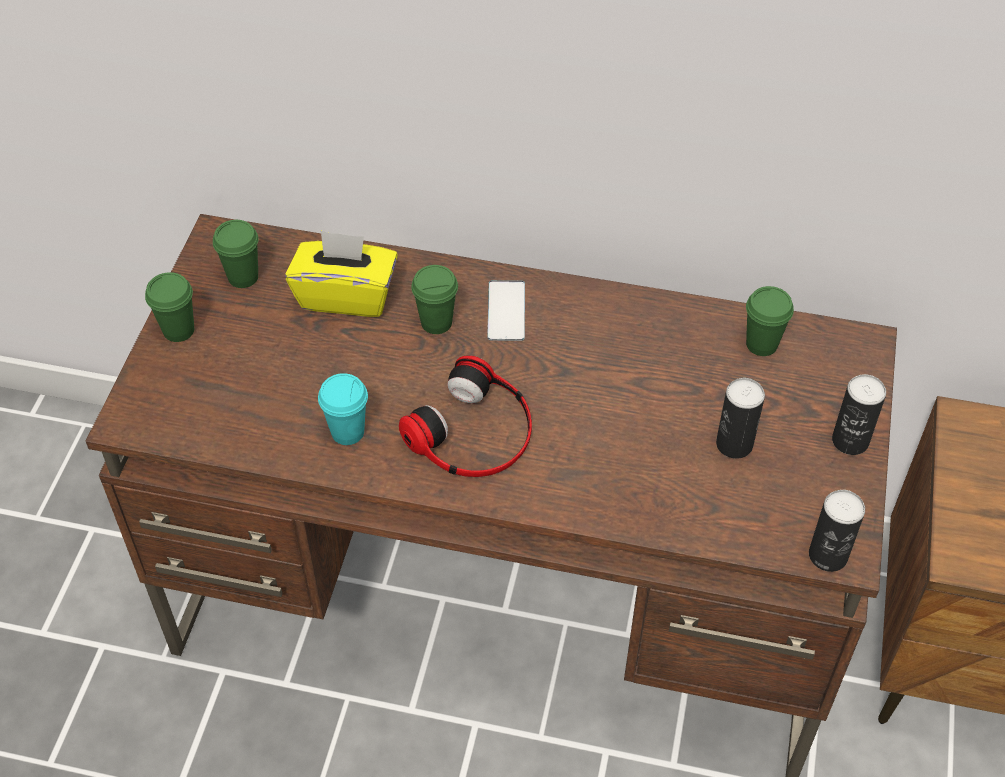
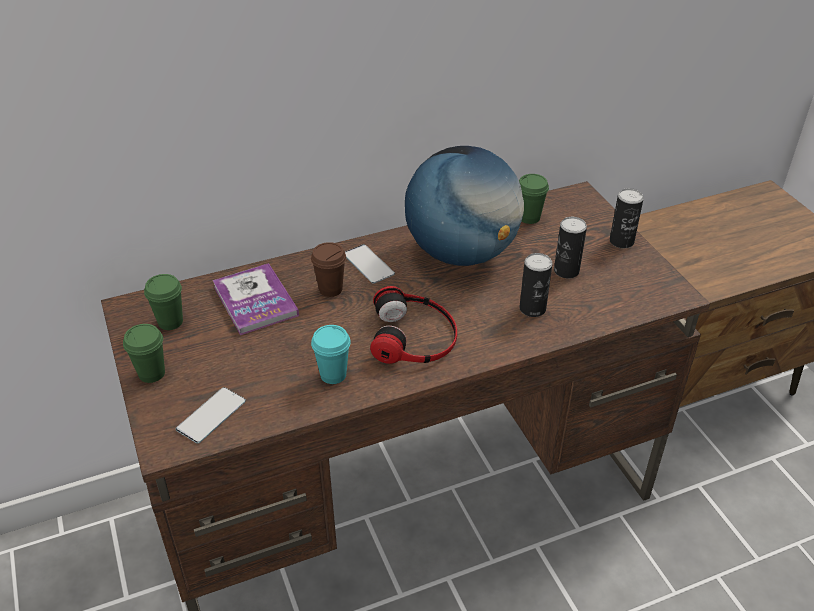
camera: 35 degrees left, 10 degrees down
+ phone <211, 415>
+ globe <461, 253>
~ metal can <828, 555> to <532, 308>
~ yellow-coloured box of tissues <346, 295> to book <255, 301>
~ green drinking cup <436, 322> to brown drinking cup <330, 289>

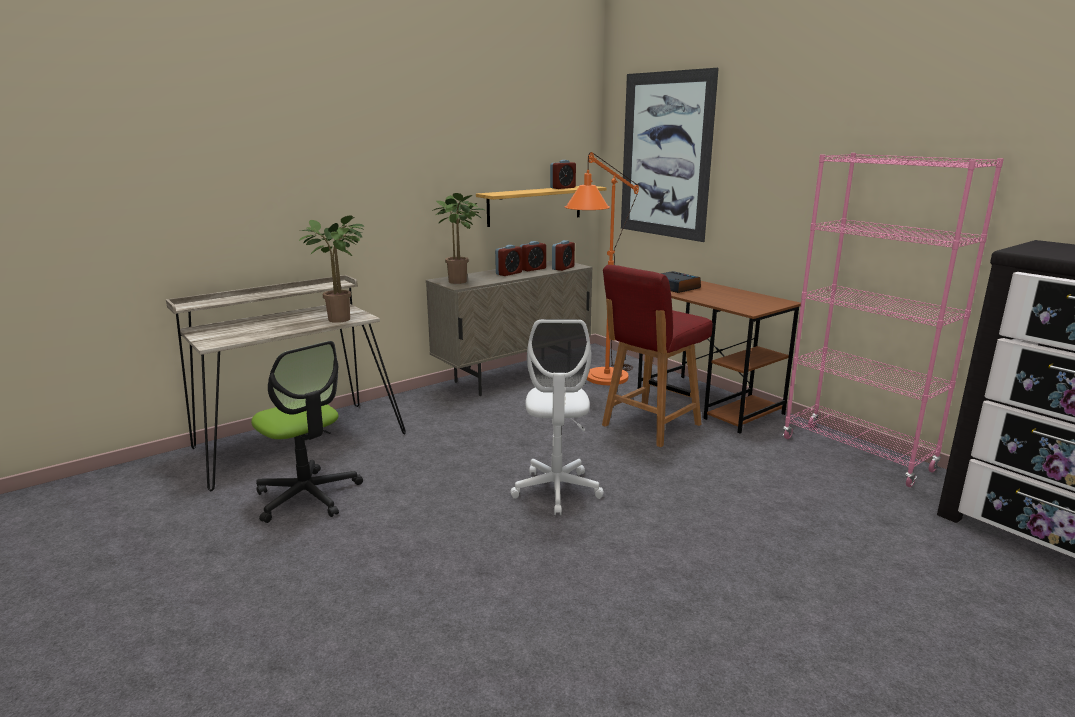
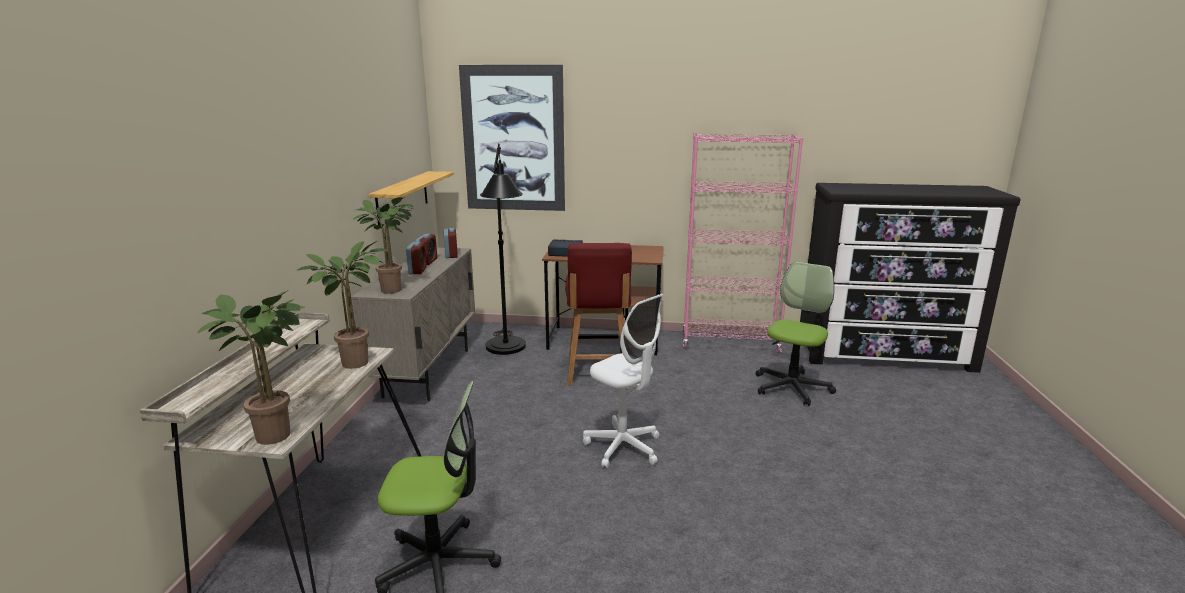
camera: 45 degrees left, 0 degrees up
- alarm clock <562, 188>
+ houseplant <280, 434>
+ desk chair <791, 387>
~ orange-coloured floor lamp <600, 381> to black floor lamp <506, 351>

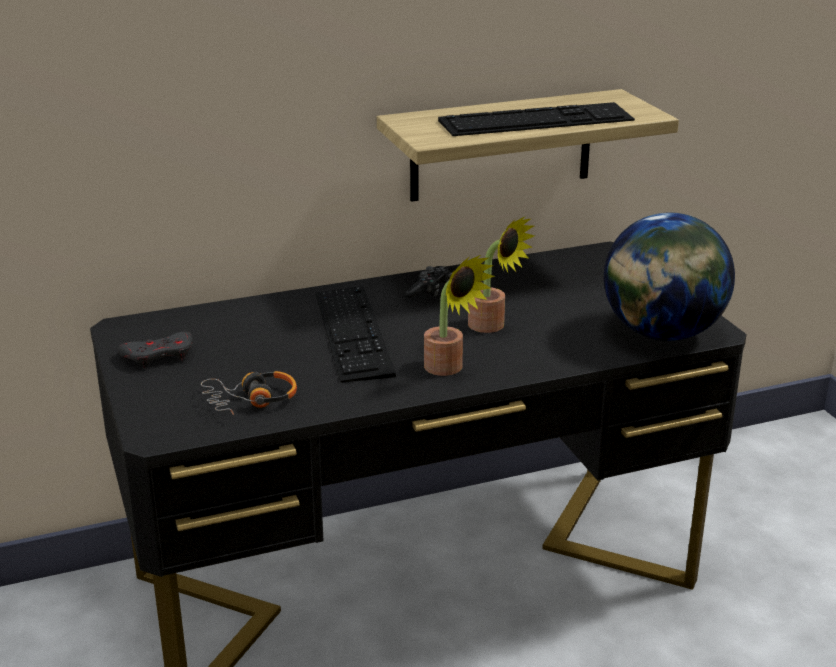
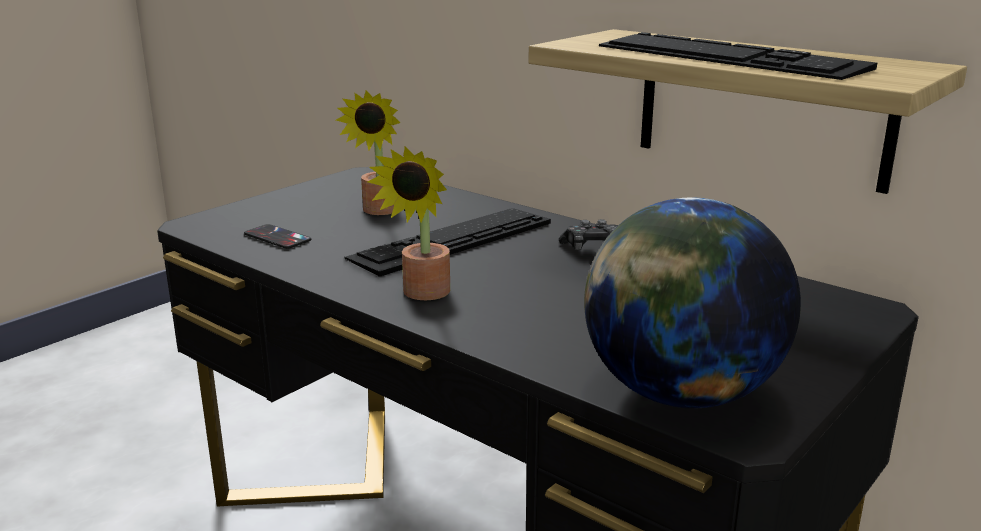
camera: 60 degrees right, 5 degrees down
- grey gamepad <159, 356>
~ houseplant <492, 326> to <379, 211>
~ headphones <251, 401> to phone <277, 237>

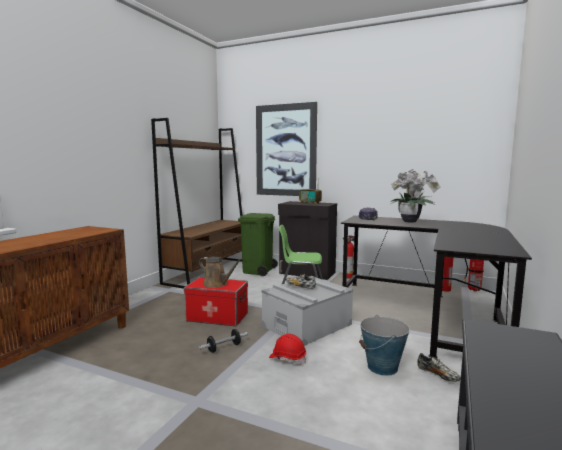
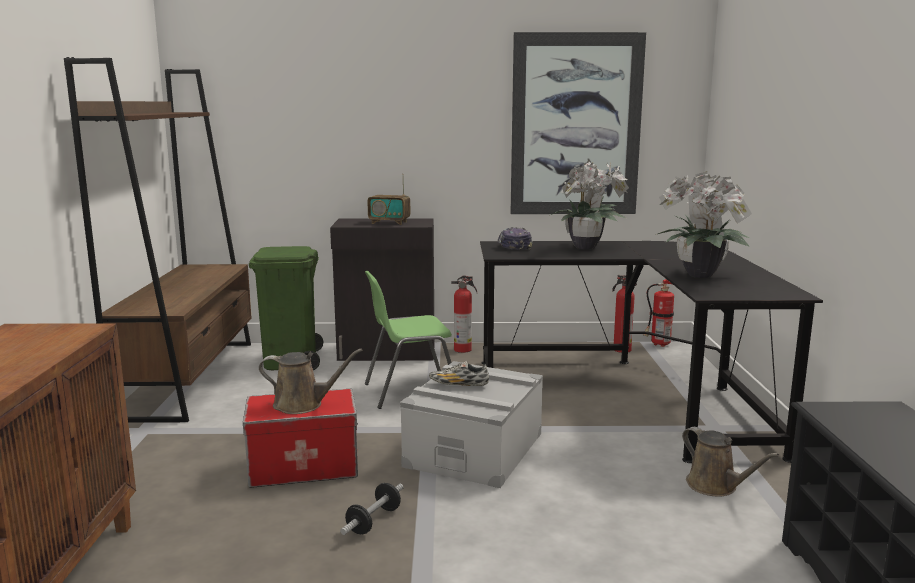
camera: 25 degrees left, 5 degrees up
- reddish hard hat <287, 358>
- water bucket <382, 367>
+ houseplant <702, 276>
~ wall picture <285, 150> to <576, 125>
~ shoe <437, 375> to brown sprinkling can <715, 486>

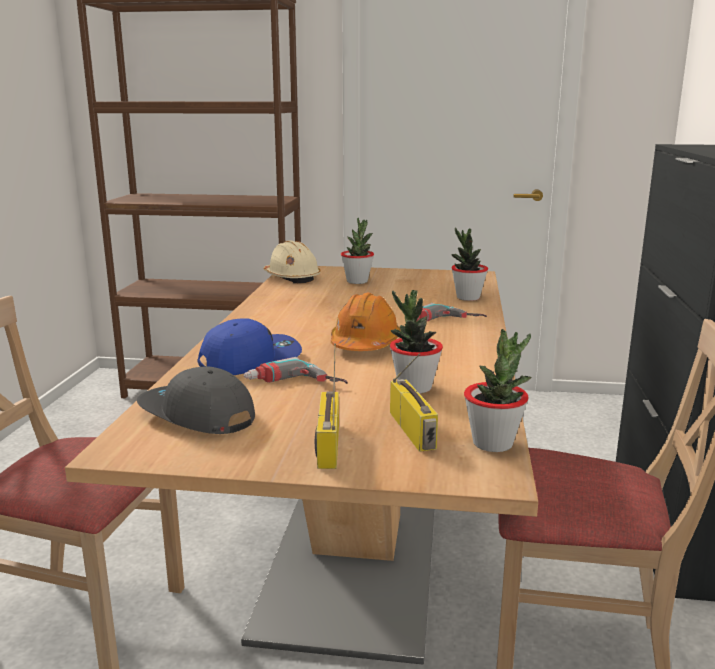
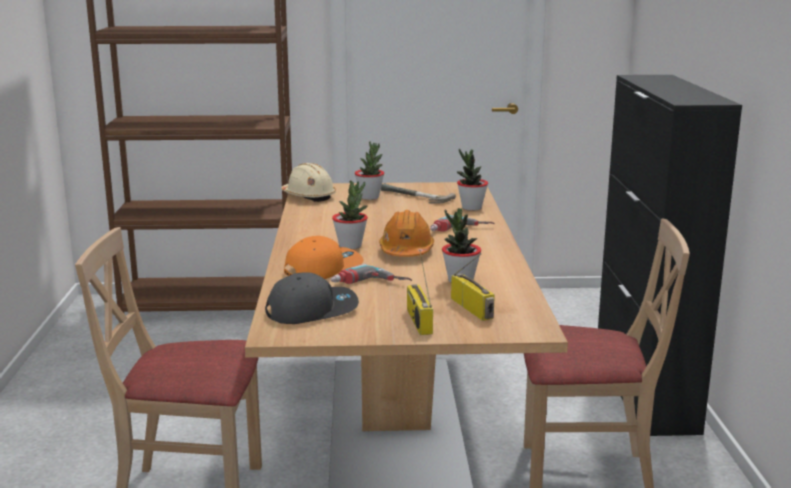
camera: 10 degrees left, 0 degrees up
+ hand hammer <412, 197>
~ houseplant <493, 443> to <350, 246>
~ bluish baseball cap <250, 359> to orange-coloured baseball cap <323, 268>
~ grey baseball cap <196, 416> = <312, 310> 135 degrees clockwise

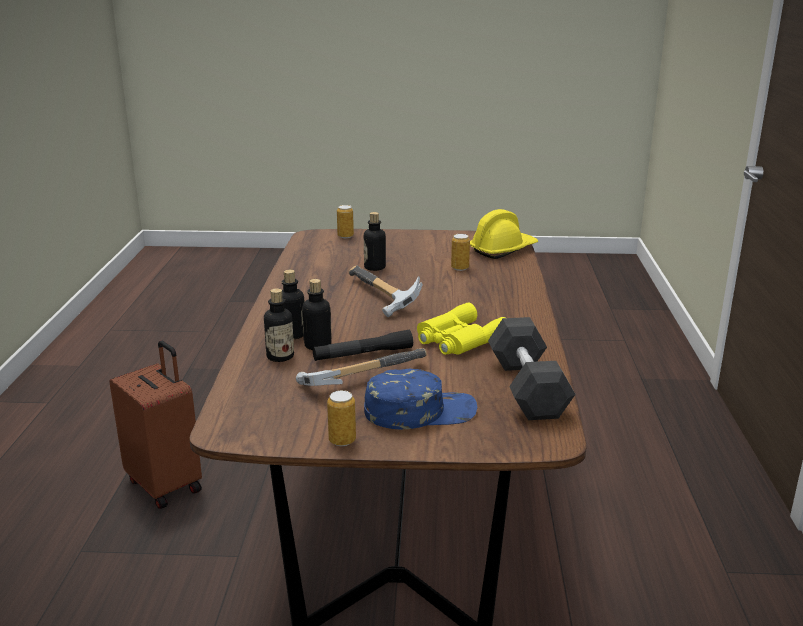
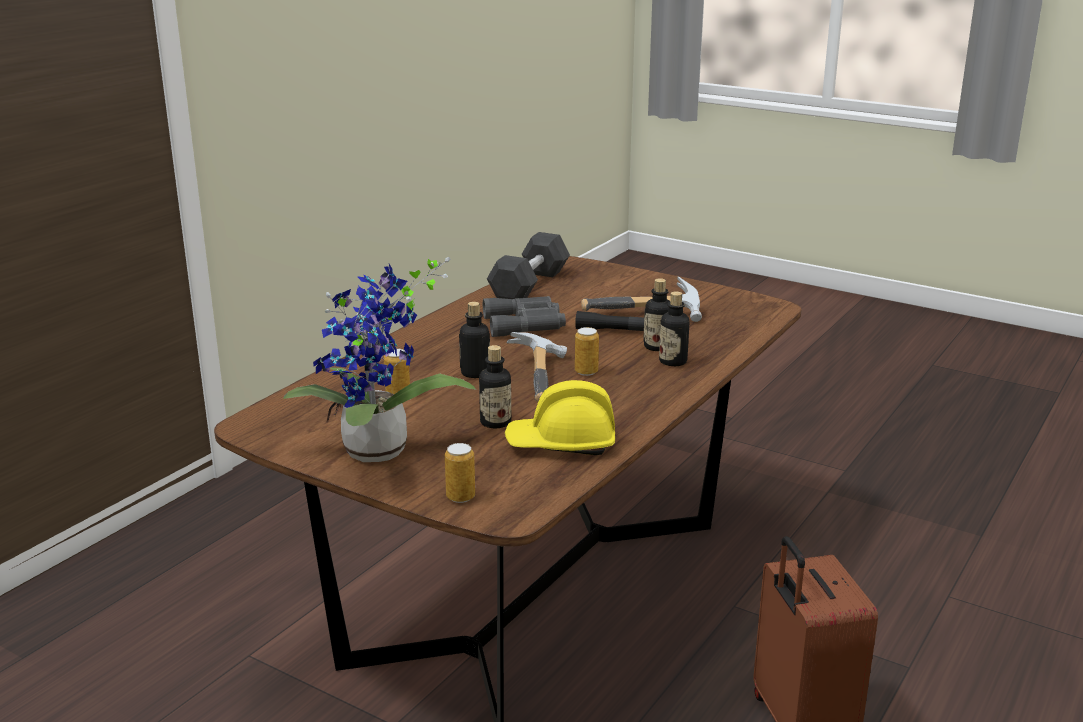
camera: 150 degrees left, 0 degrees up
- bluish baseball cap <420, 410>
+ houseplant <378, 454>
~ beverage bottle <280, 356> to <475, 373>
~ metal can <342, 440> to <586, 372>
~ yellow-coloured hard hat <503, 250> to <561, 444>
~ yellow-coloured pair of binoculars <458, 339> to grey pair of binoculars <526, 324>

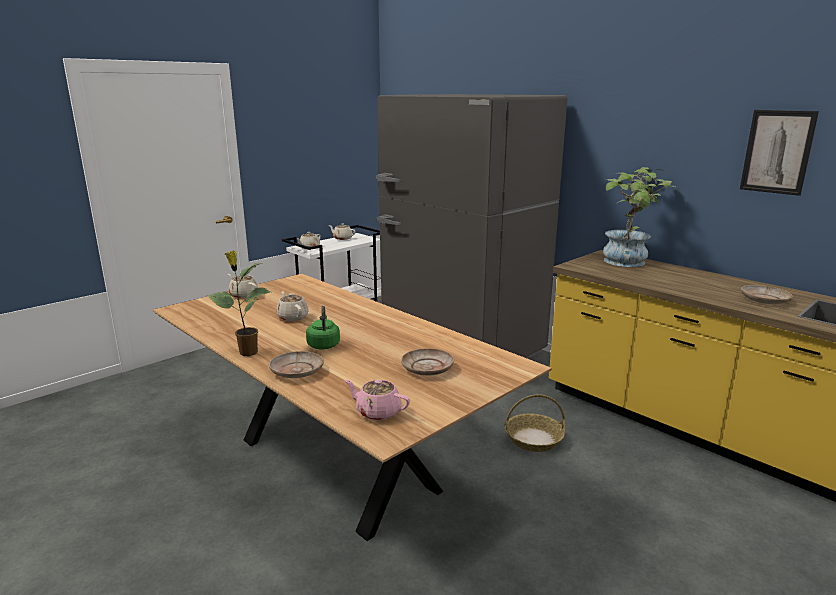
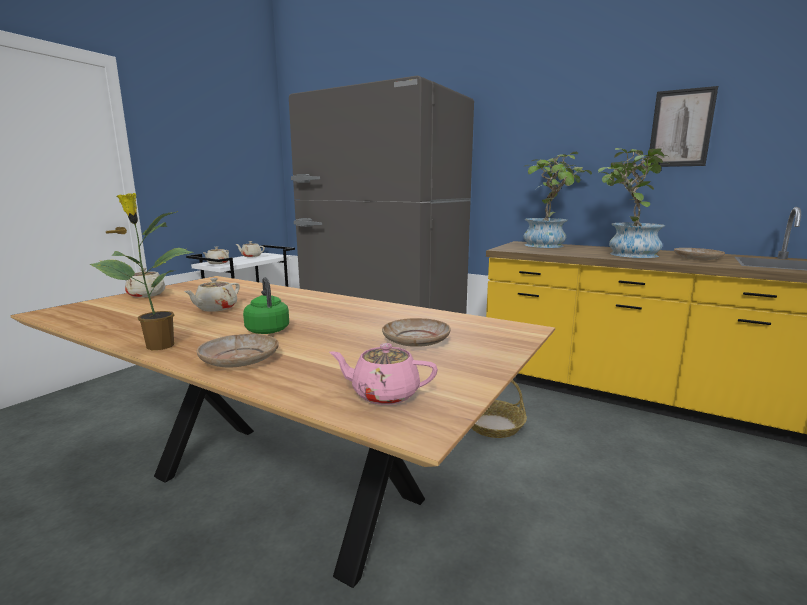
camera: 15 degrees left, 5 degrees down
+ houseplant <625, 254>
~ beige teapot <292, 317> = <216, 308> 105 degrees counterclockwise

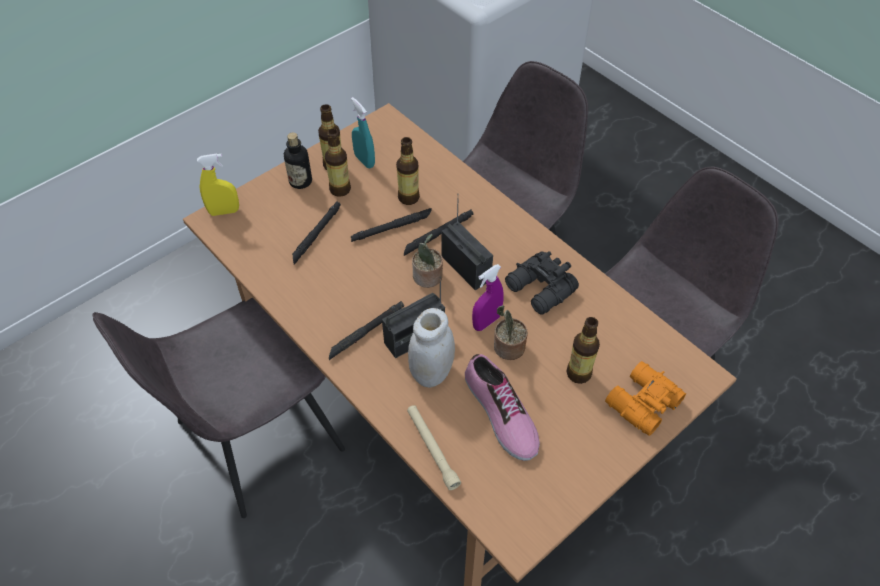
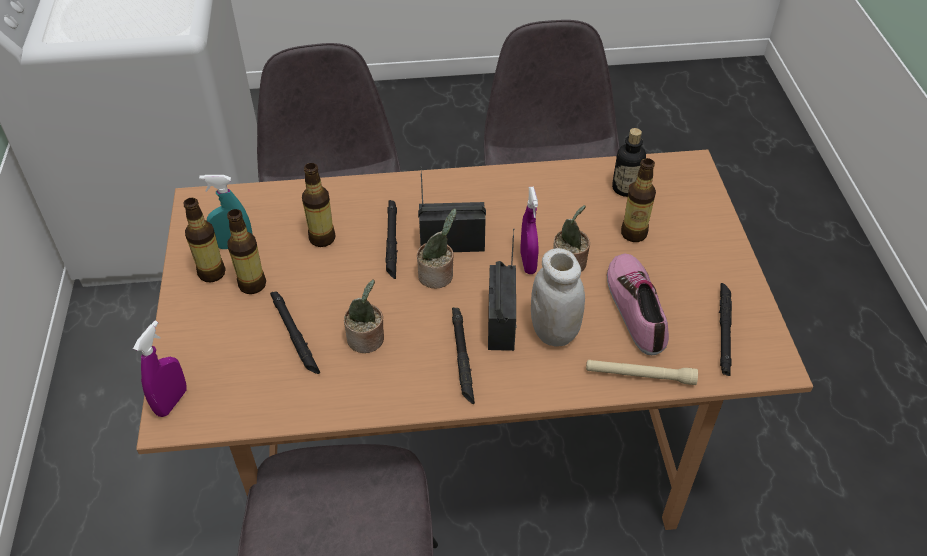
camera: 55 degrees left, 5 degrees down
- black pair of binoculars <540, 290>
- orange-coloured pair of binoculars <640, 403>
+ houseplant <367, 340>
~ beverage bottle <300, 181> to <625, 188>
~ black torch <392, 227> to <724, 331>
~ yellow-coloured spray bottle <224, 211> to purple spray bottle <172, 402>
~ shoe <500, 414> = <637, 307> 105 degrees counterclockwise

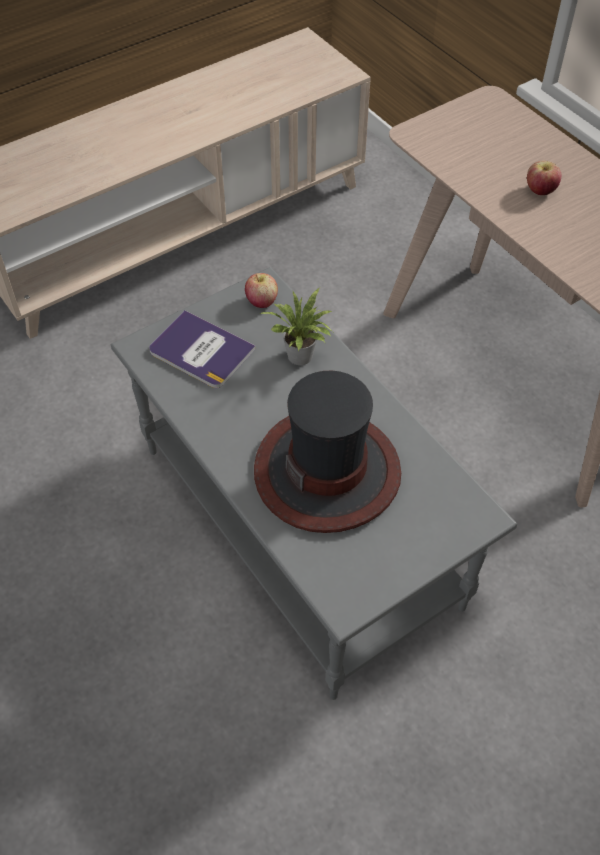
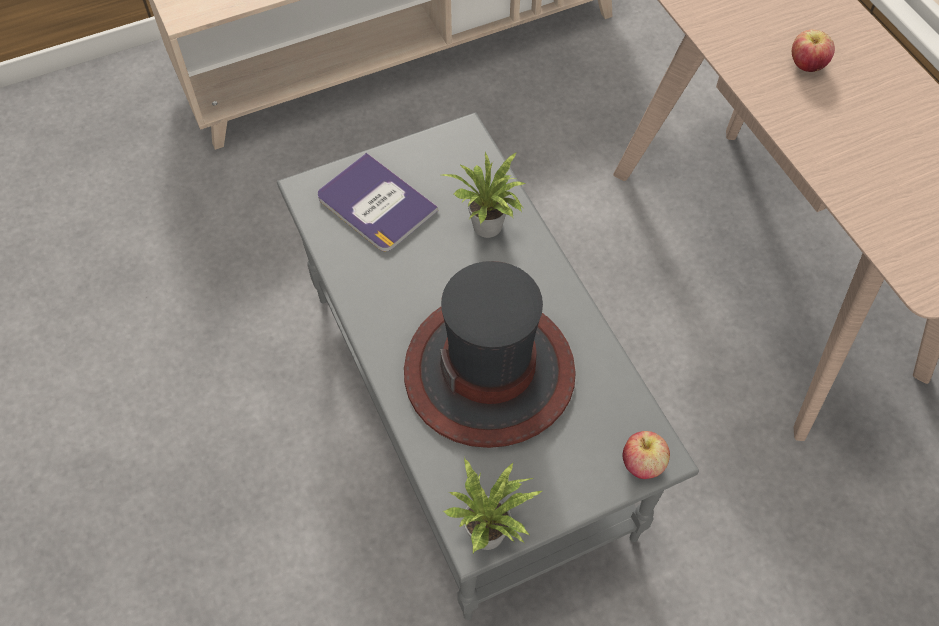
camera: 10 degrees right, 5 degrees up
+ houseplant <491, 533>
~ apple fruit <261, 301> to <642, 464>

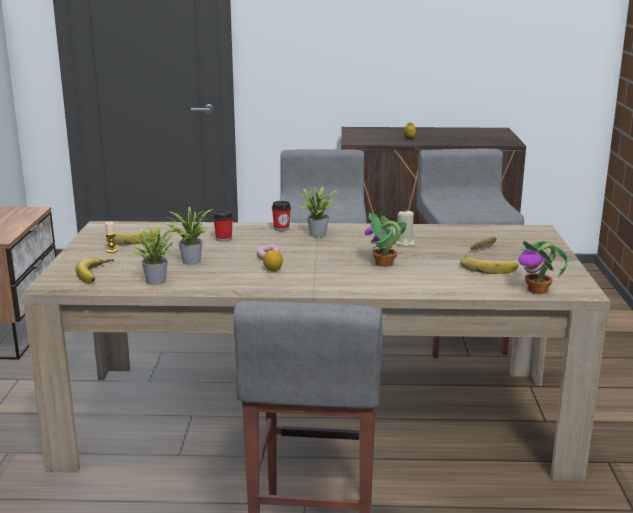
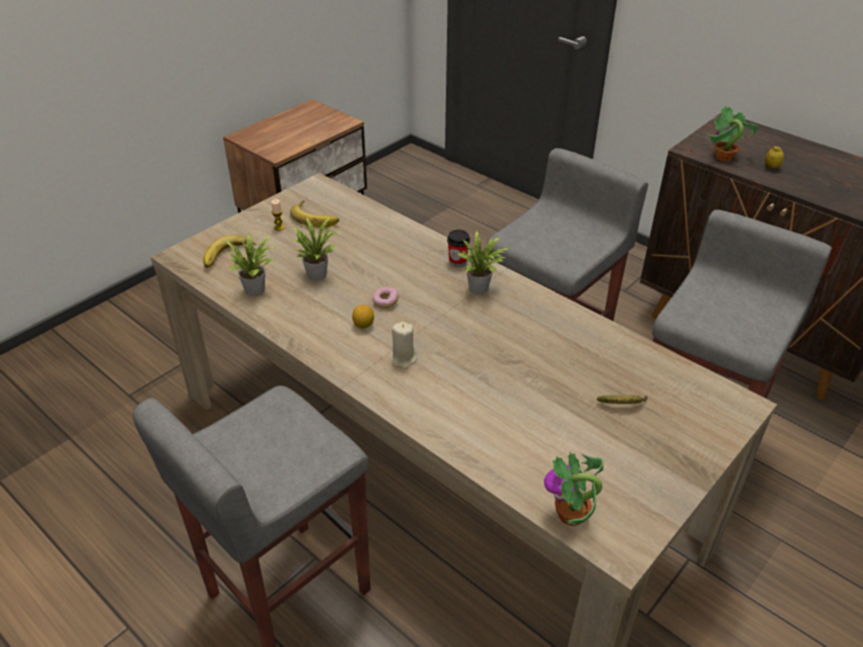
camera: 40 degrees right, 20 degrees up
- drinking cup <224, 239>
- banana fruit <488, 267>
~ houseplant <384, 263> to <723, 157>
~ beige wax light <405, 243> to <403, 359>

